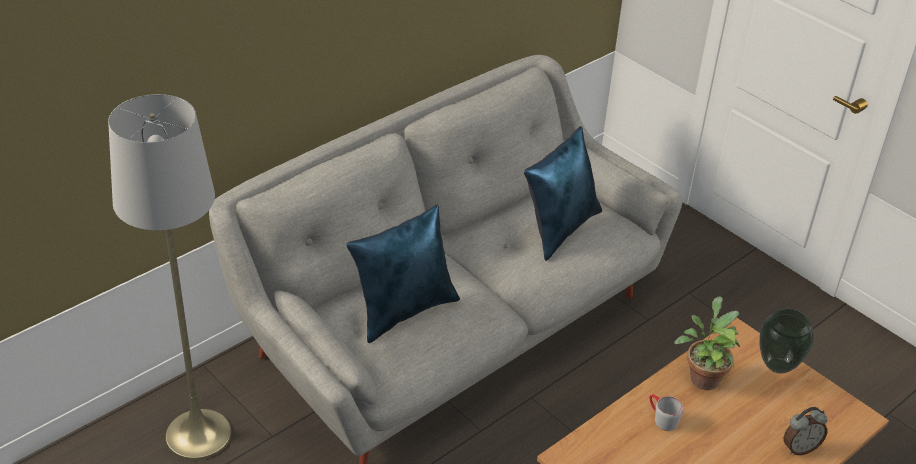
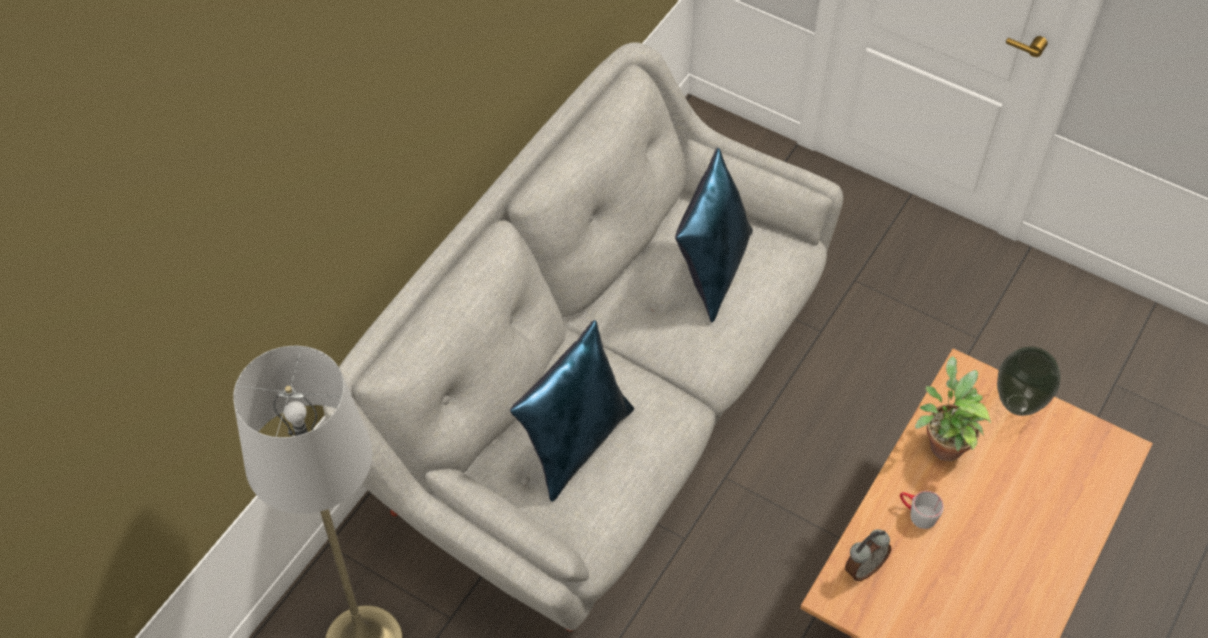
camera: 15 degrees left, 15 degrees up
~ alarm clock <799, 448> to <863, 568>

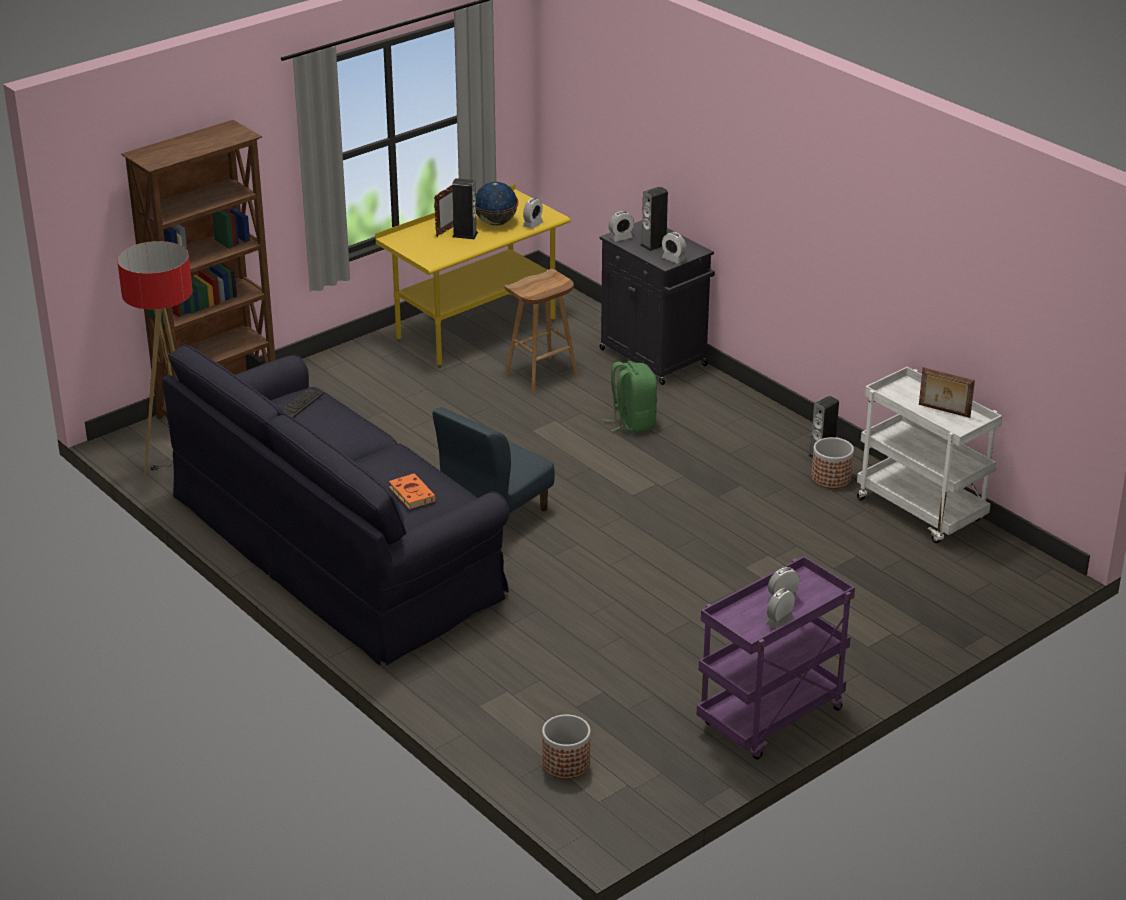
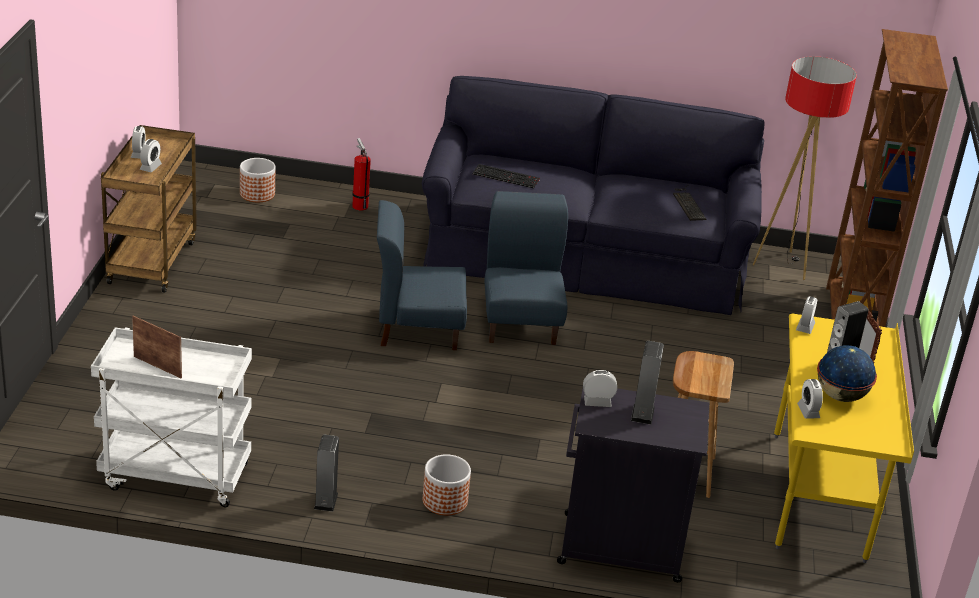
camera: 135 degrees right, 0 degrees up
- green knapsack <632, 423>
+ extinguisher <359, 205>
+ bluish upright chair <417, 328>
~ alarm clock <621, 238> to <805, 327>
~ planter <830, 478> to <445, 501>
~ orange-coloured book <411, 493> to computer keyboard <507, 176>
~ purple wheeled cart <771, 719> to brown wheeled cart <151, 261>
~ photo frame <944, 411> = <158, 366> 45 degrees clockwise

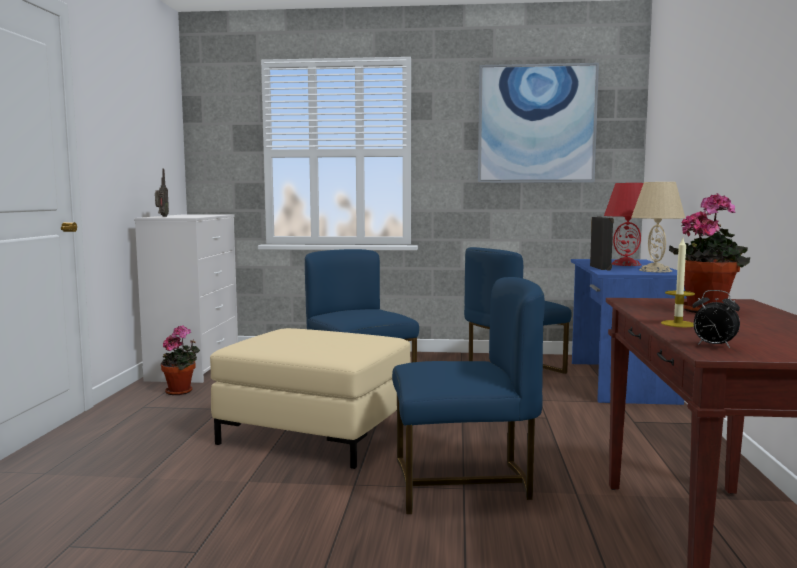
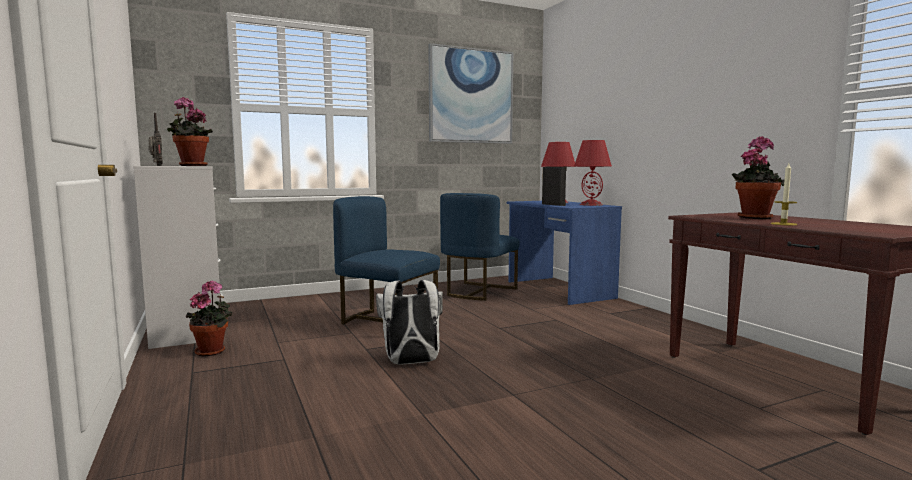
camera: 30 degrees left, 0 degrees up
- bluish upright chair <463, 483>
- alarm clock <713, 346>
+ houseplant <190, 165>
~ beige pouffe <314, 434> to white knapsack <411, 363>
~ beige lamp for a table <654, 270> to reddish lamp for a table <591, 204>

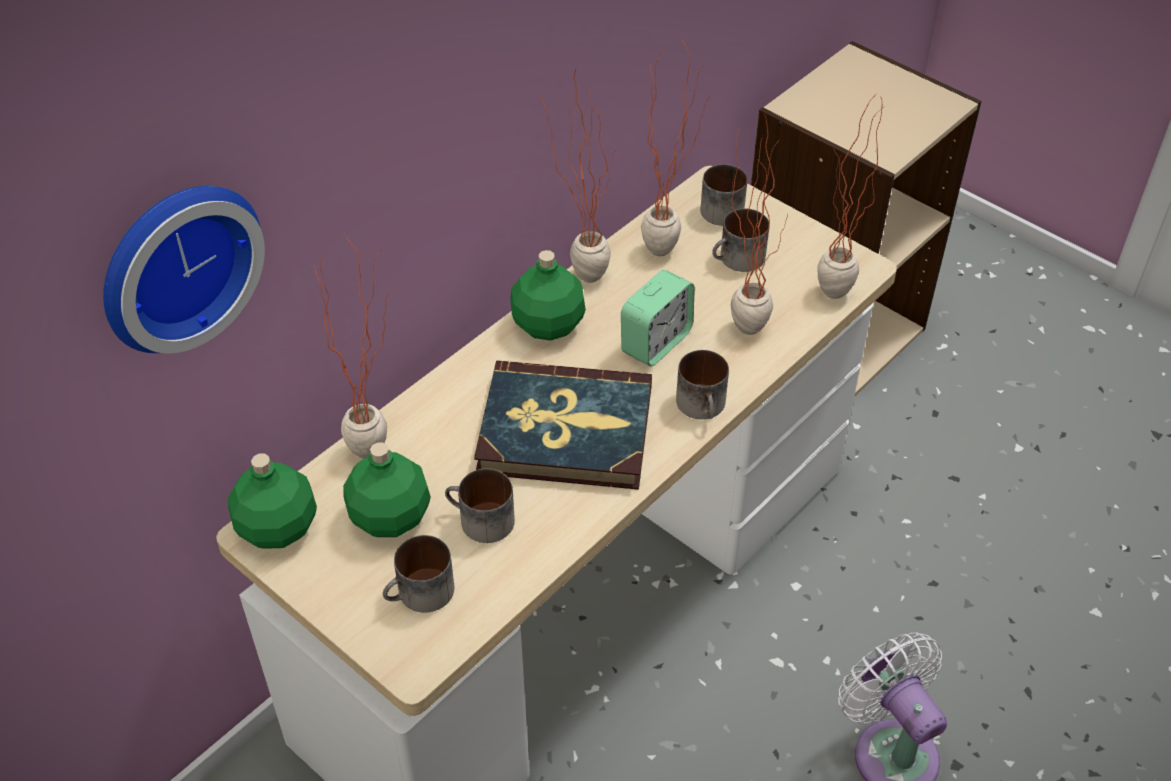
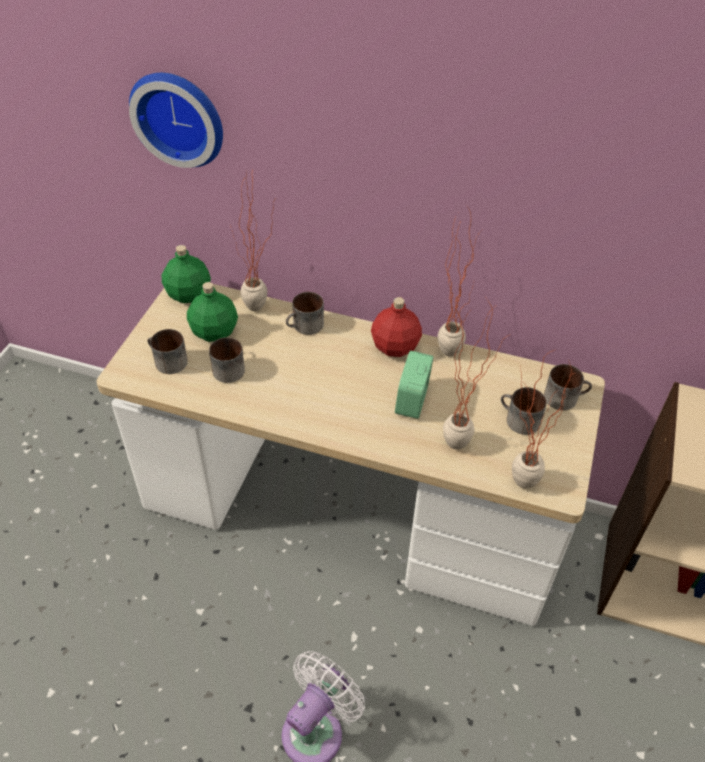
camera: 65 degrees right, 0 degrees up
- book <565, 431>
- houseplant <672, 249>
~ tea mug <704, 406> to <305, 327>
~ green beverage bottle <549, 325> to reddish beverage bottle <395, 347>
~ alarm clock <656, 342> = <412, 401> 90 degrees clockwise

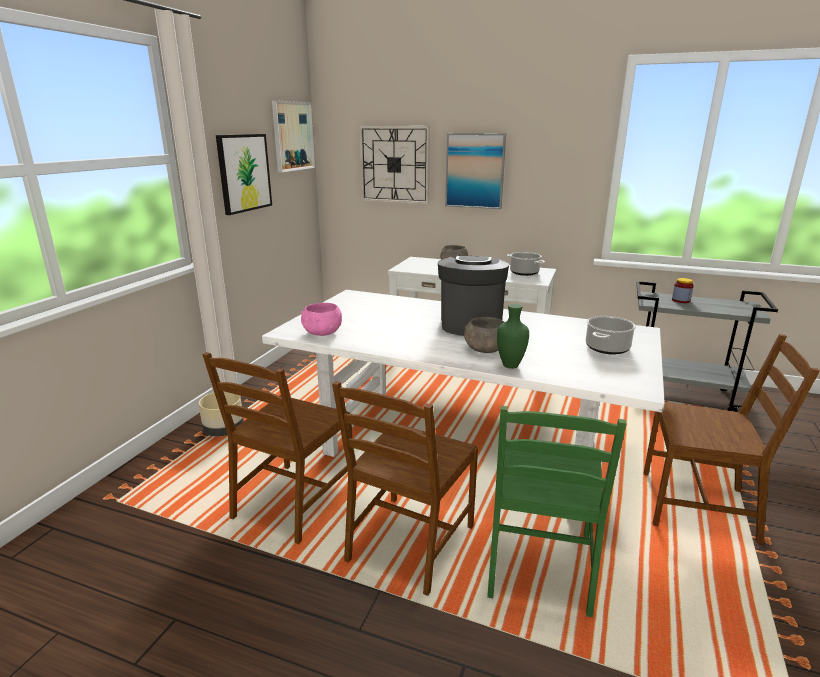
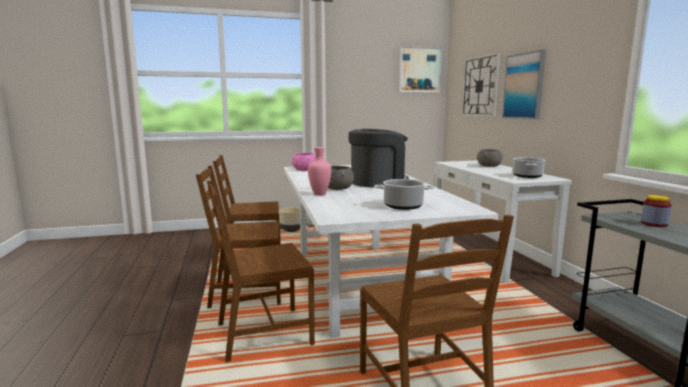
camera: 55 degrees right, 10 degrees down
- wall picture <244, 173>
~ green upright chair <540, 565> to brown upright chair <263, 334>
~ green decorative vase <511, 365> to pinkish decorative vase <320, 194>

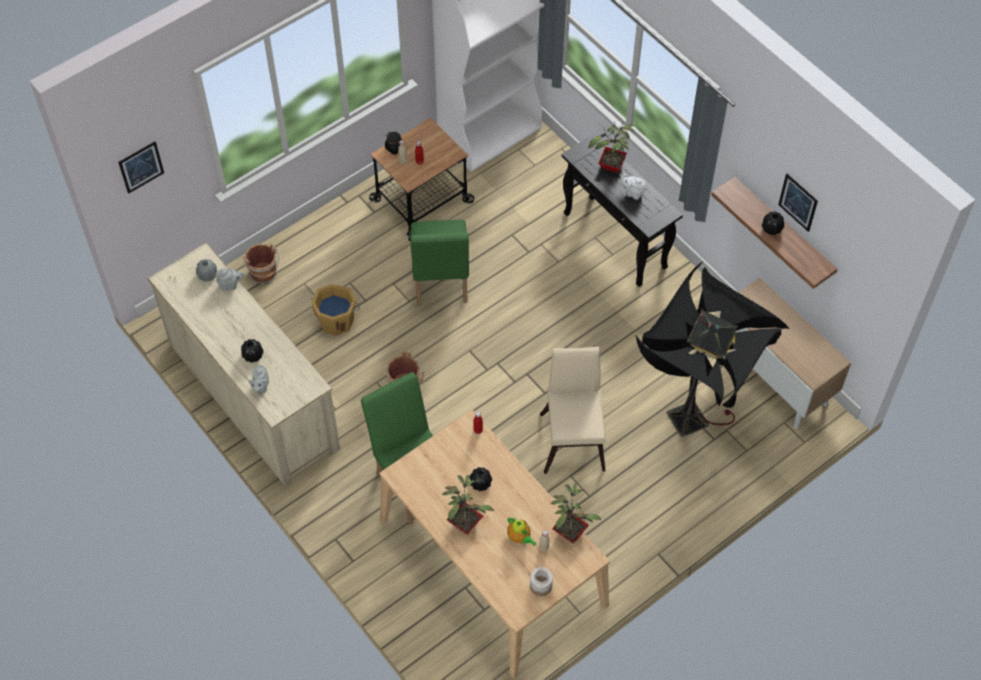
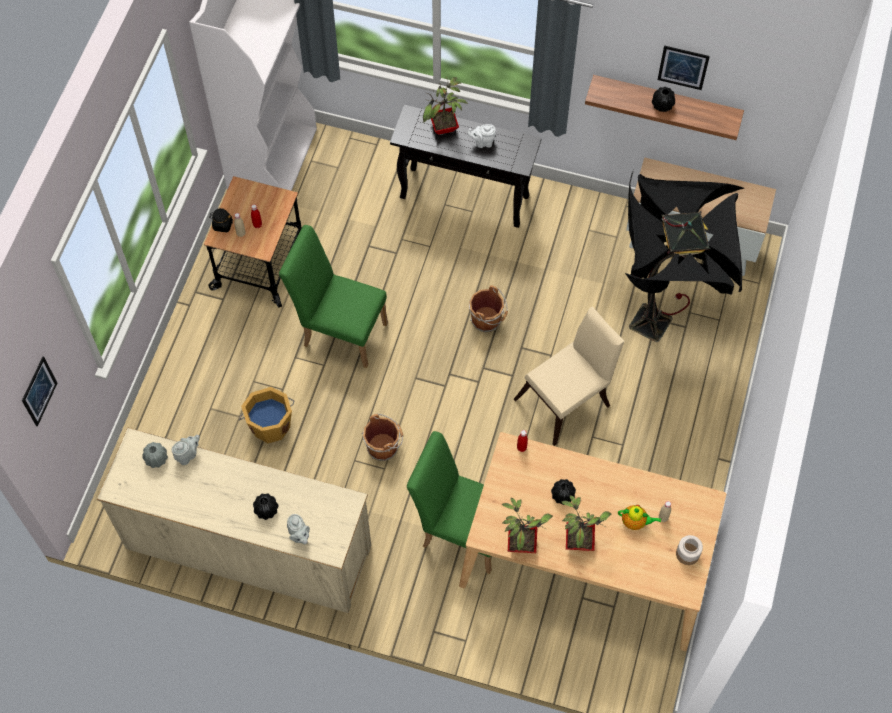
camera: 35 degrees left, 5 degrees up
~ brown water bucket <264, 274> to <487, 320>
~ houseplant <570, 532> to <521, 542>
~ green upright chair <440, 283> = <339, 331> 150 degrees clockwise
~ beige upright chair <573, 436> = <567, 400> 90 degrees clockwise

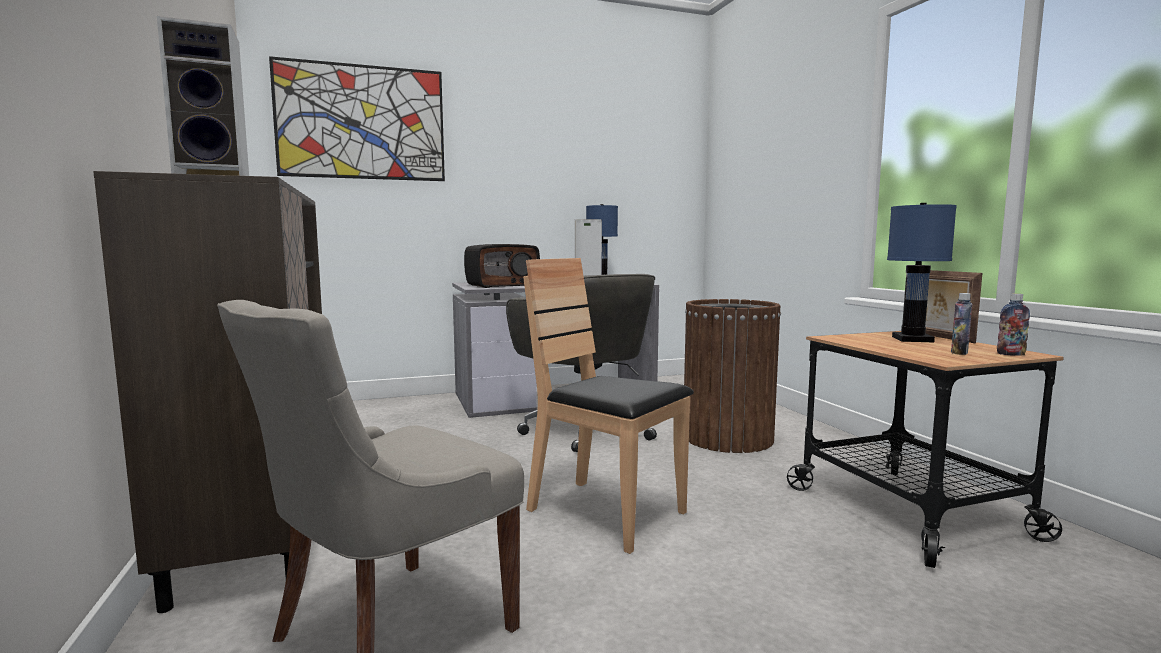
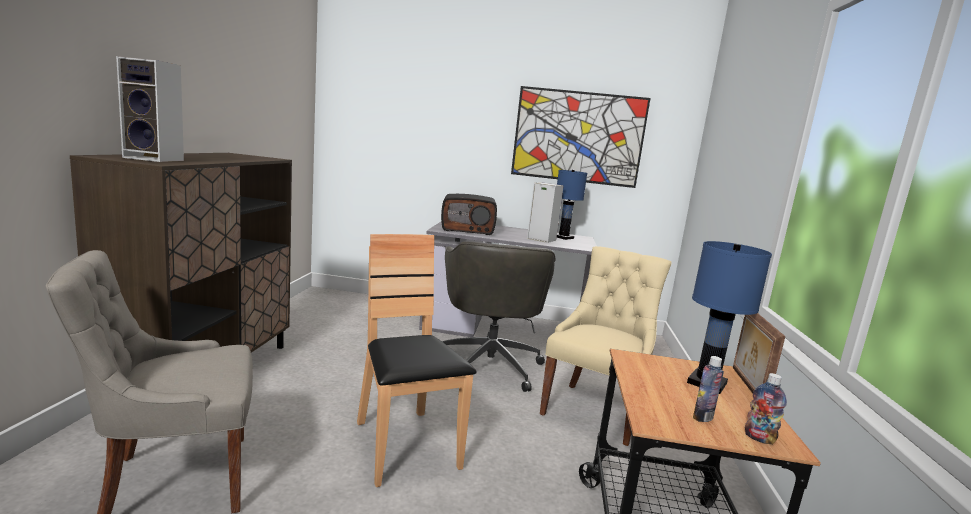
camera: 25 degrees right, 5 degrees up
~ wall picture <361, 122> to <578, 137>
~ brown trash can <727, 437> to beige upright chair <595, 410>

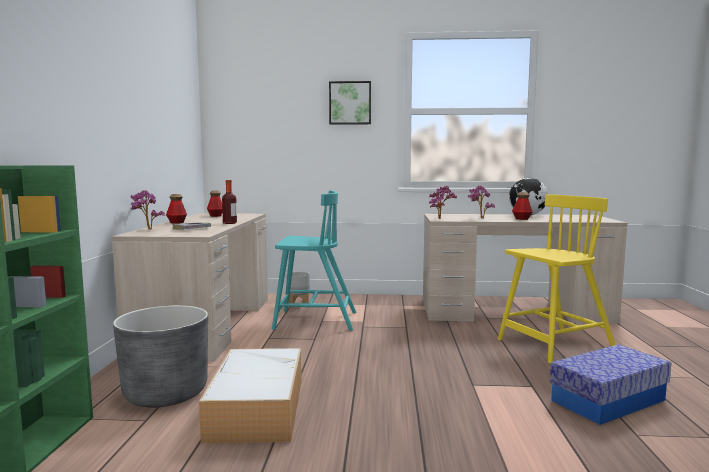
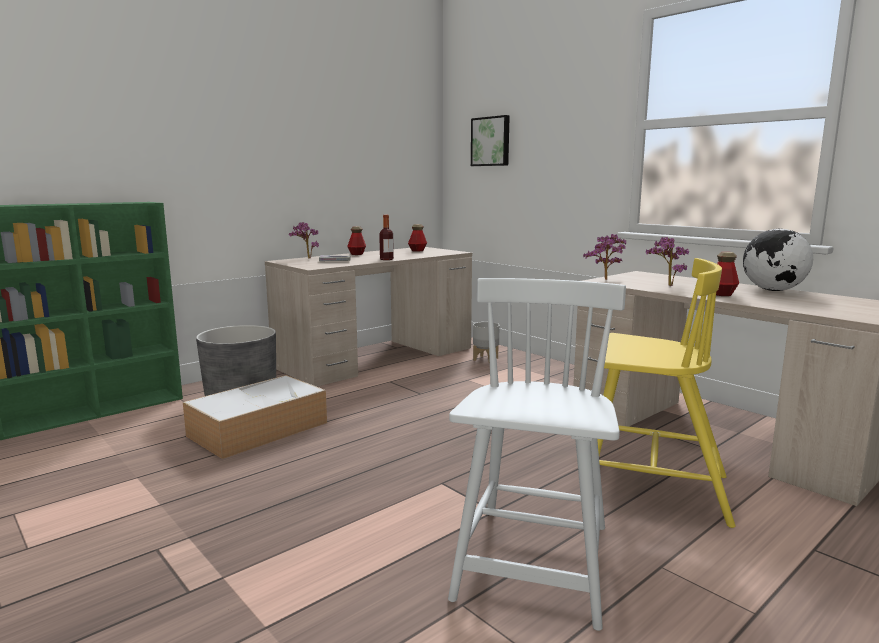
camera: 45 degrees right, 5 degrees up
- blue-green upright chair <314, 320>
~ wall picture <350, 103> to <491, 141>
~ storage container <608, 400> to white upright chair <534, 564>

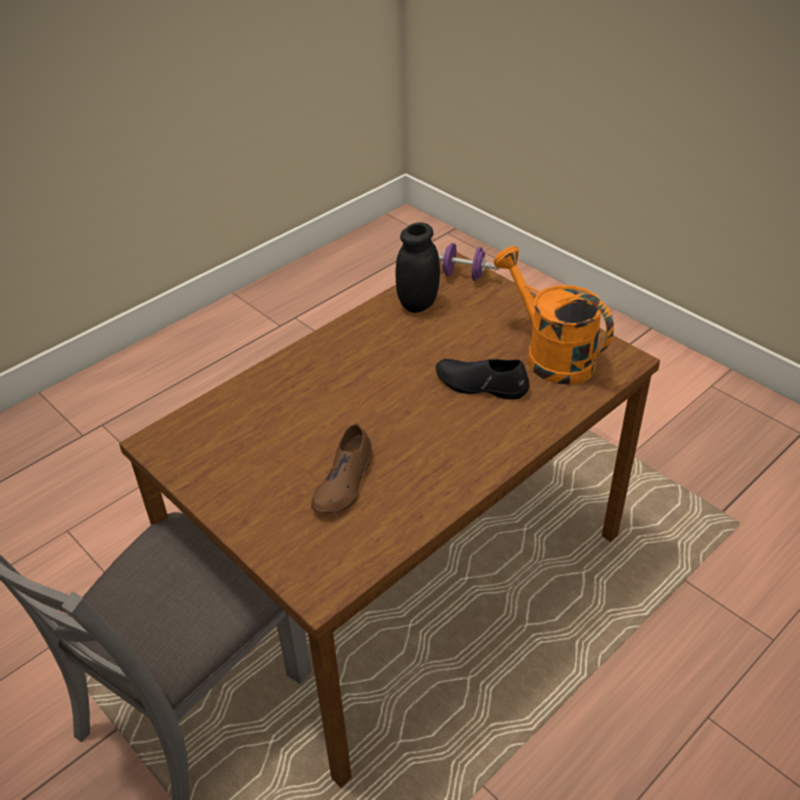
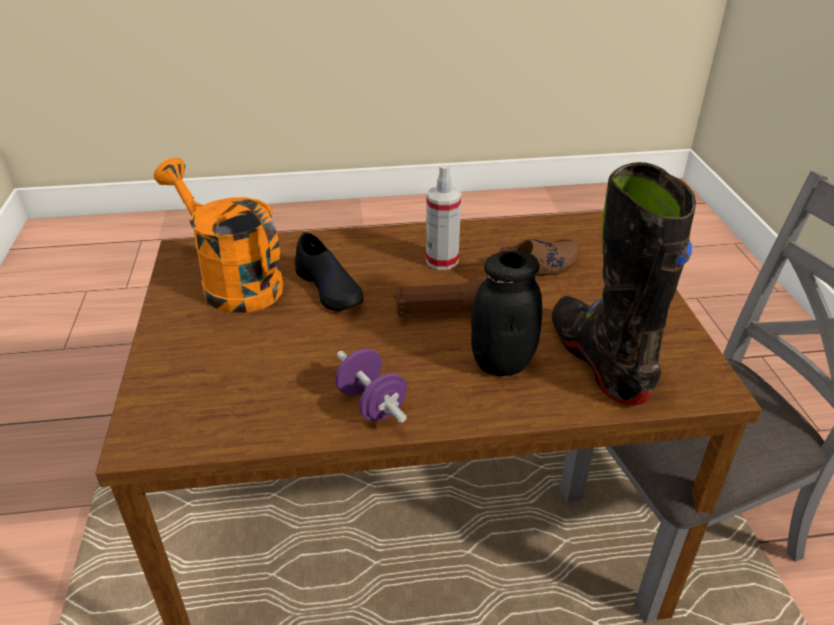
camera: 145 degrees left, 5 degrees down
+ brown torch <440, 314>
+ spray bottle <442, 261>
+ black high-top boot <599, 360>
~ black storage jar <418, 303> to <502, 363>
~ purple free weight <463, 275> to <371, 404>
~ orange-coloured sprinkling can <550, 355> = <233, 282> 135 degrees clockwise

